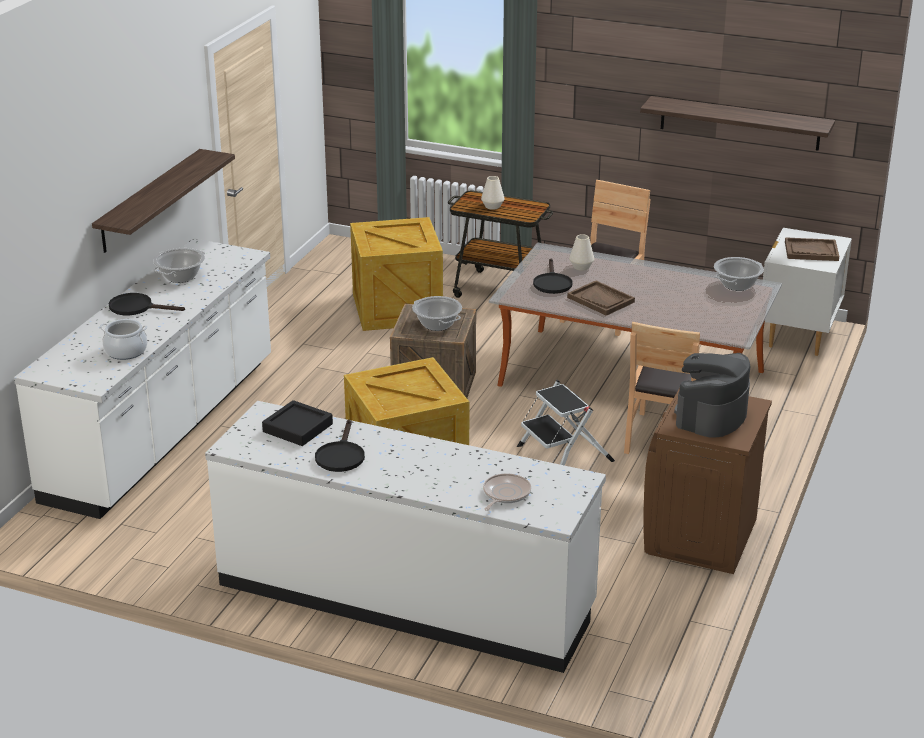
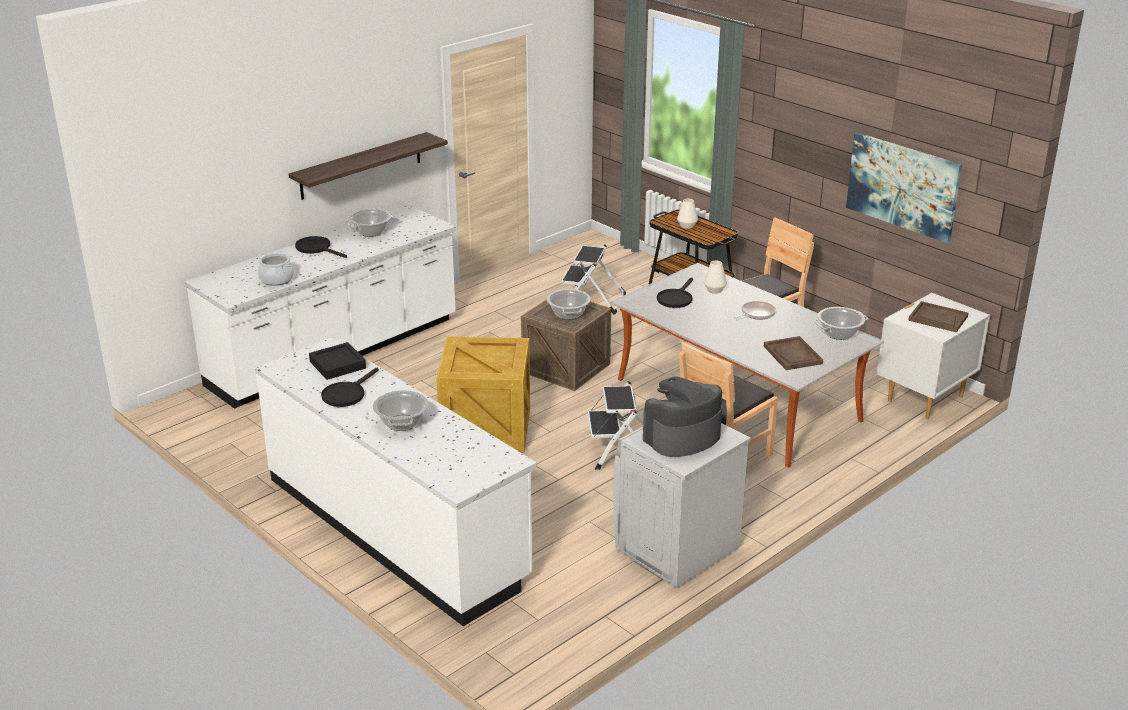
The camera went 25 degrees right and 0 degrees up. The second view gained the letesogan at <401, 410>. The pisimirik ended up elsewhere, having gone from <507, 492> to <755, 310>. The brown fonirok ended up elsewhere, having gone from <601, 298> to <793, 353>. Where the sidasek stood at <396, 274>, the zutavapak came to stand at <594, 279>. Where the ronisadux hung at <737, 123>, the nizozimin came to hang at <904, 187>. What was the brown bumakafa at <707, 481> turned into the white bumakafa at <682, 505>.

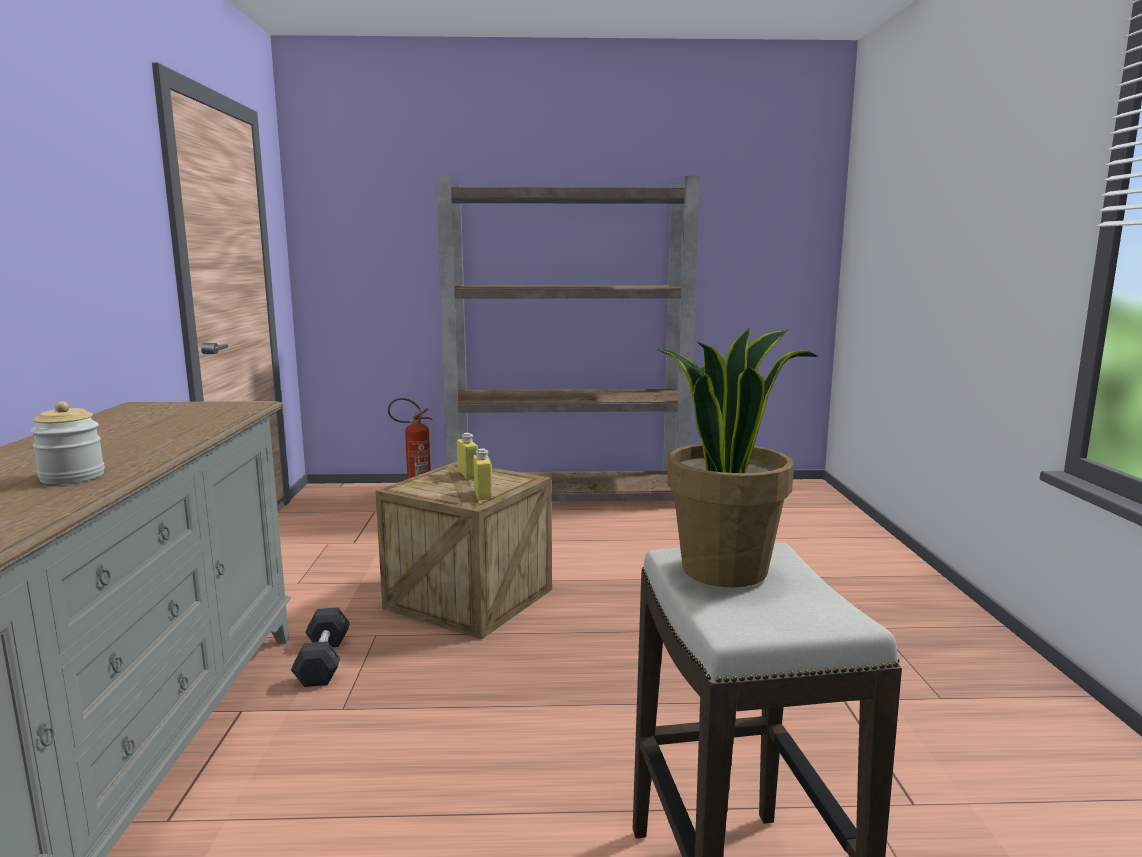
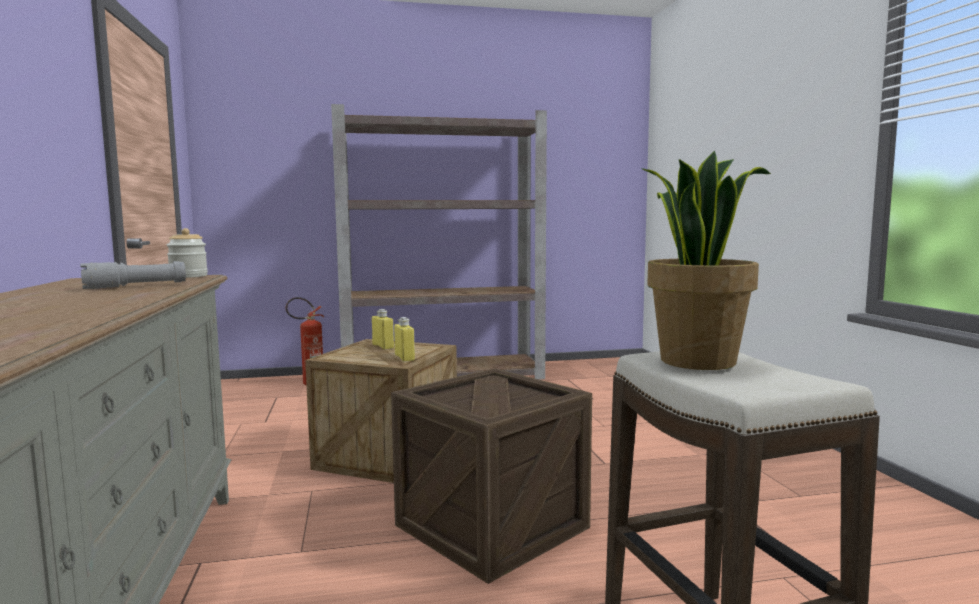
The camera went 10 degrees left and 5 degrees down. The second view lost the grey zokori at <320, 647>. The second view gained the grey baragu at <133, 275>. The second view gained the sidasek at <491, 476>. The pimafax ended up elsewhere, having gone from <67, 442> to <187, 253>.

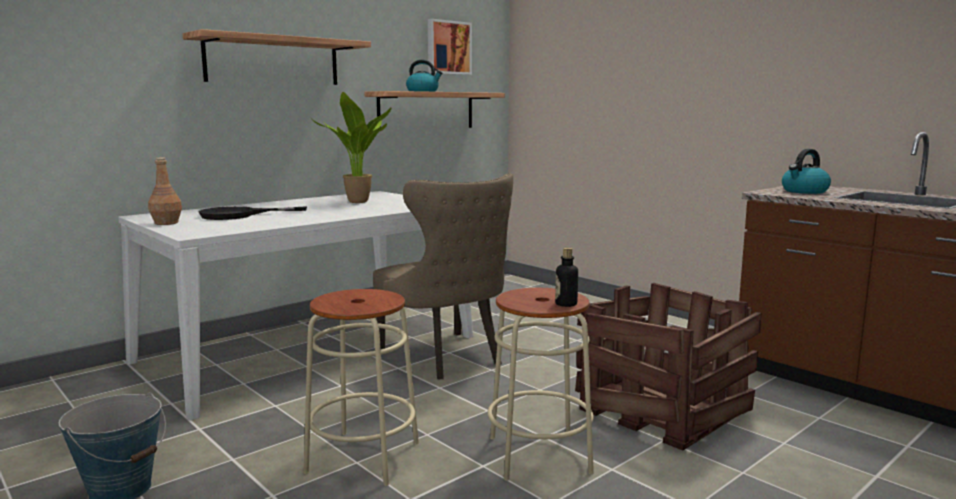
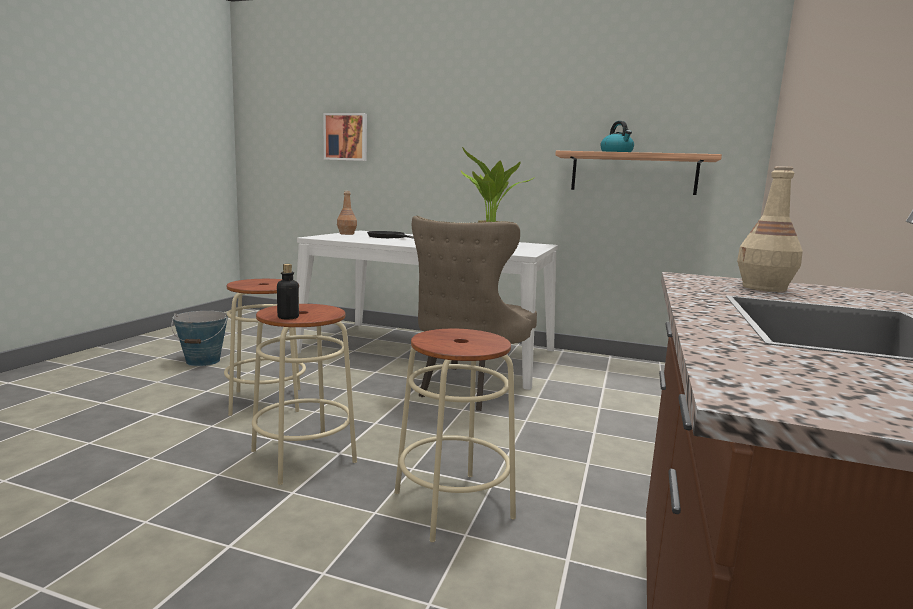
The camera went 60 degrees right and 0 degrees up. The second view lost the ronisadux at <277, 57>. The nizozimin ended up elsewhere, having gone from <450, 47> to <345, 137>. Where the sidasek stood at <668, 367>, the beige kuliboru came to stand at <455, 435>. Where the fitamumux stood at <806, 171>, the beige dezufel came to stand at <770, 229>.

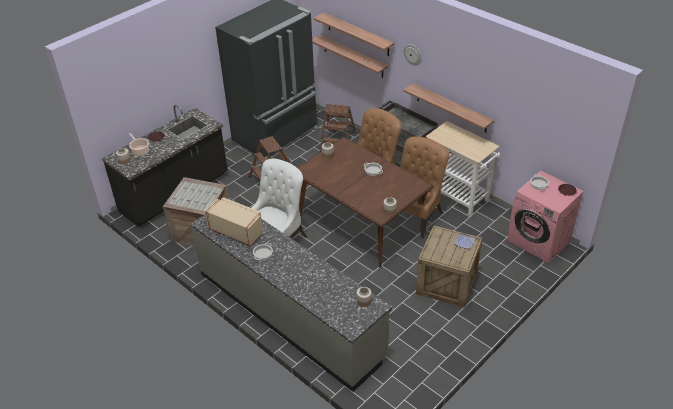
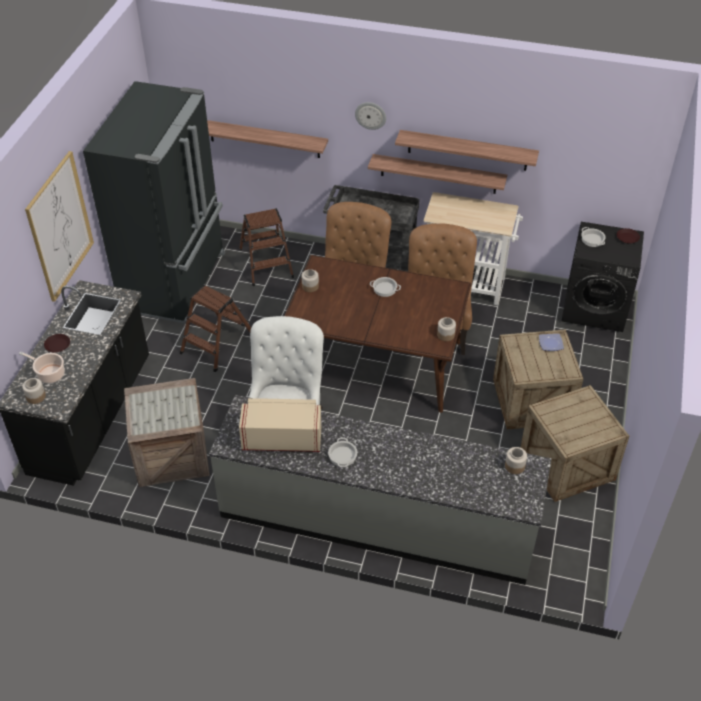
The camera went 30 degrees left and 5 degrees up. The second view gained the nizozimin at <59, 226>. The second view gained the sidasek at <574, 443>. The ronisadux ended up elsewhere, having gone from <354, 34> to <467, 150>. What was the pink bumakafa at <546, 217> turned into the black bumakafa at <603, 277>.

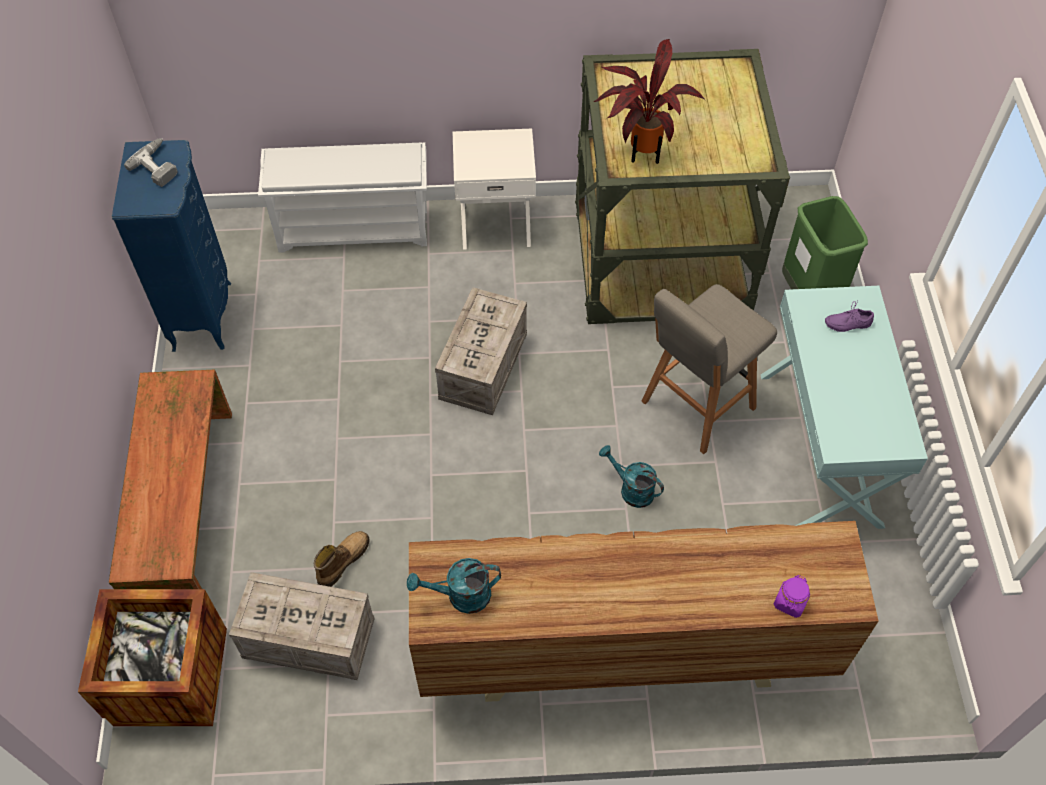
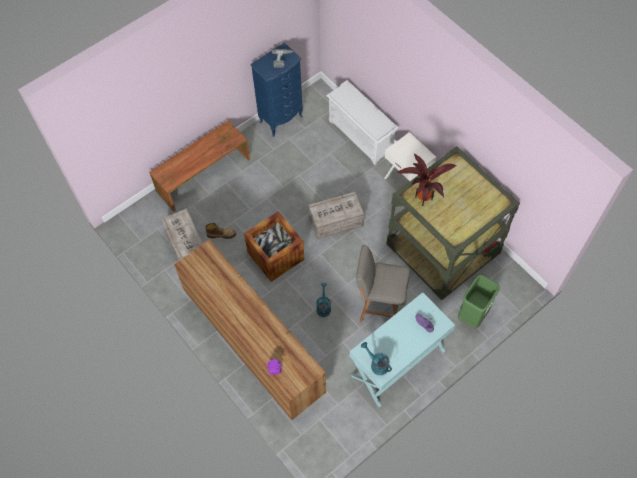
The camera went 55 degrees right and 5 degrees up. The sidasek ended up elsewhere, having gone from <152, 657> to <274, 246>. The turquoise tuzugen ended up elsewhere, having gone from <454, 586> to <376, 358>.

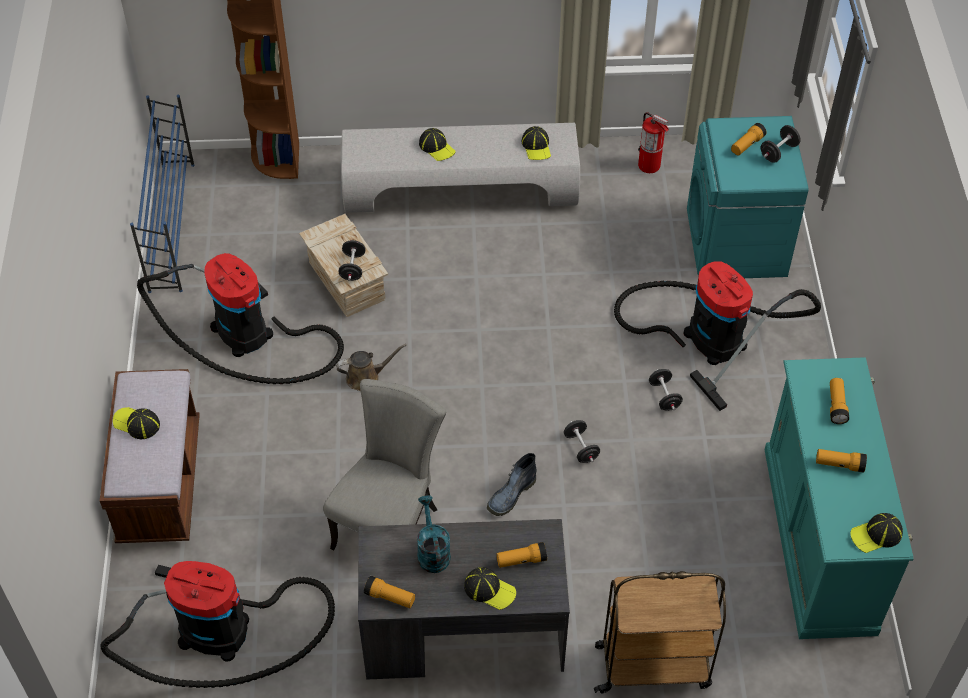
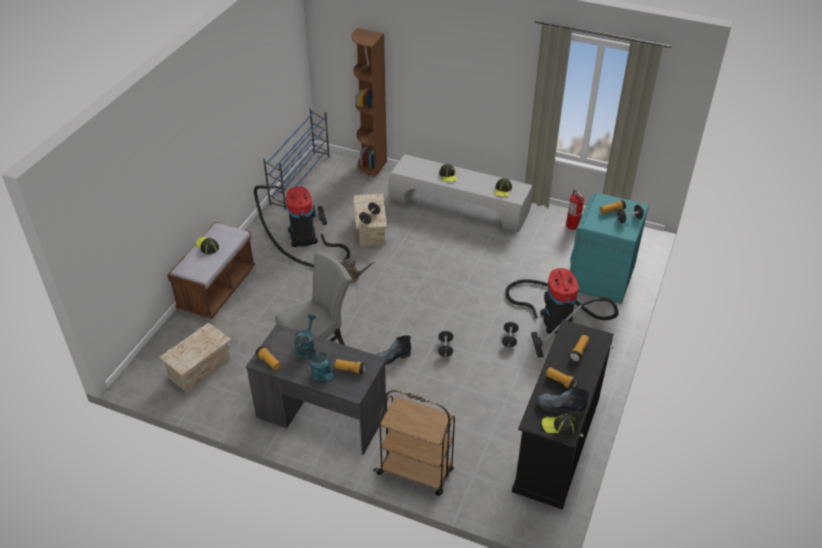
The camera went 25 degrees right and 10 degrees down. The second view gained the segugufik at <563, 401>. Where the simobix stood at <217, 624>, the sidasek came to stand at <195, 357>. Where the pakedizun stood at <490, 588>, the turquoise tuzugen came to stand at <322, 365>. What was the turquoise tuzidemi at <838, 498> turned into the black tuzidemi at <563, 414>.

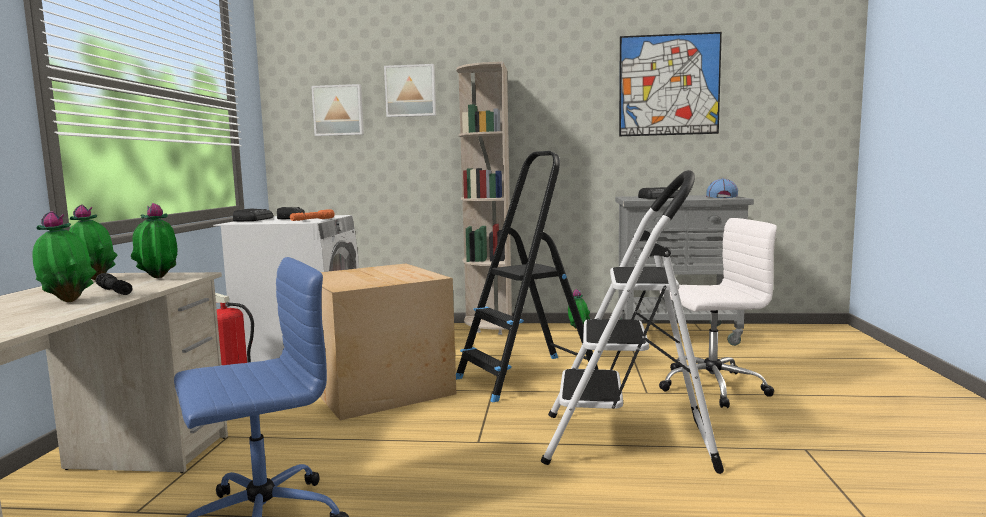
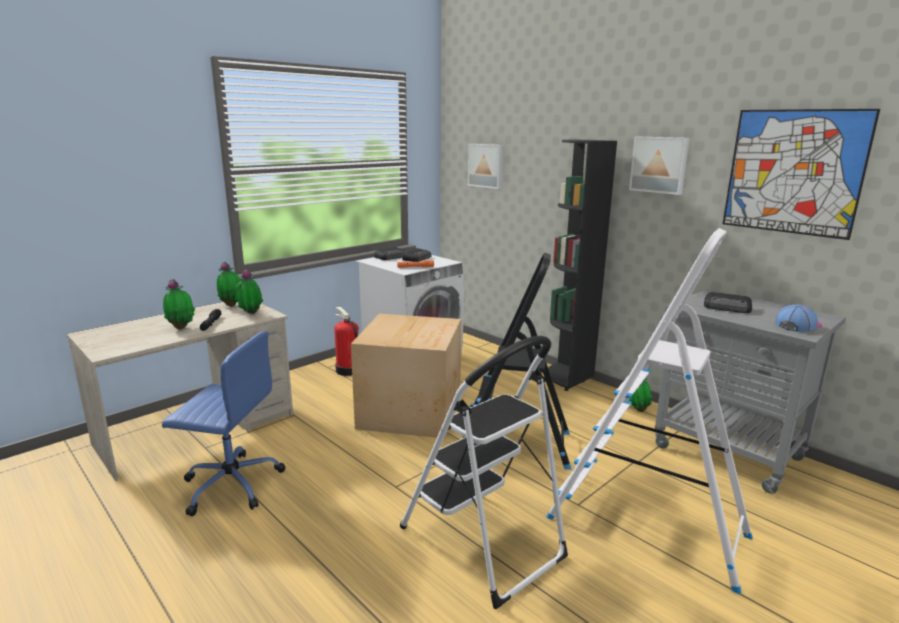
The camera went 40 degrees right and 10 degrees up. The nizozimin ended up elsewhere, having gone from <410, 90> to <659, 166>. Where the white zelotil stood at <718, 313>, the white zutavapak came to stand at <649, 411>. What was the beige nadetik at <484, 198> turned into the black nadetik at <582, 265>.

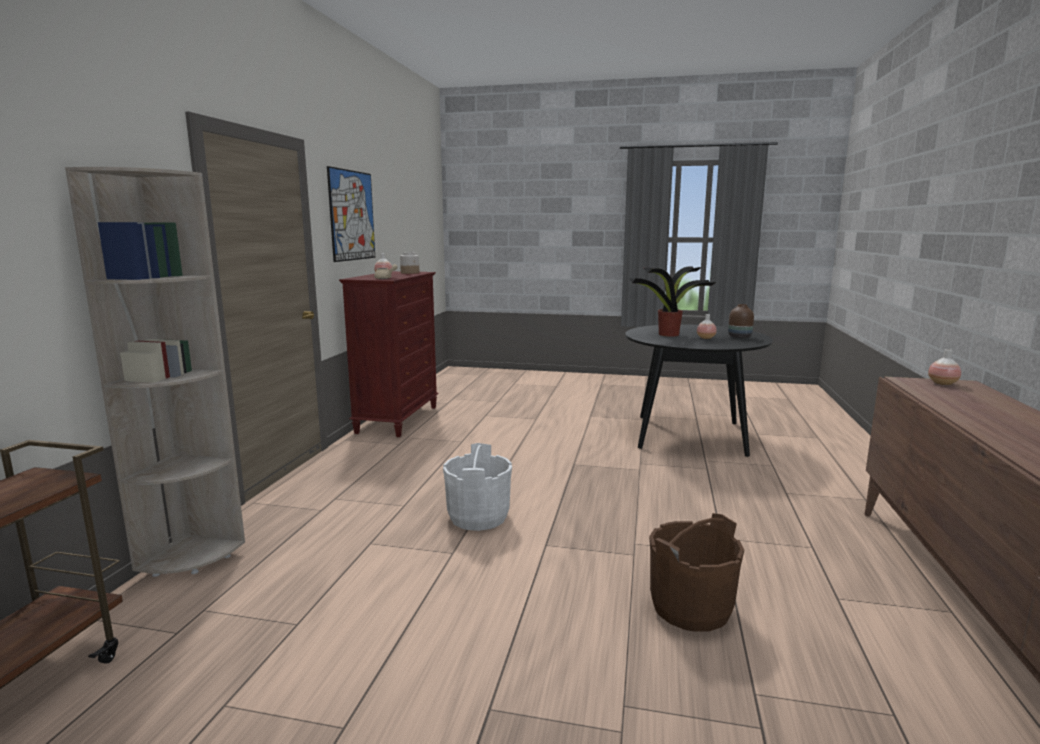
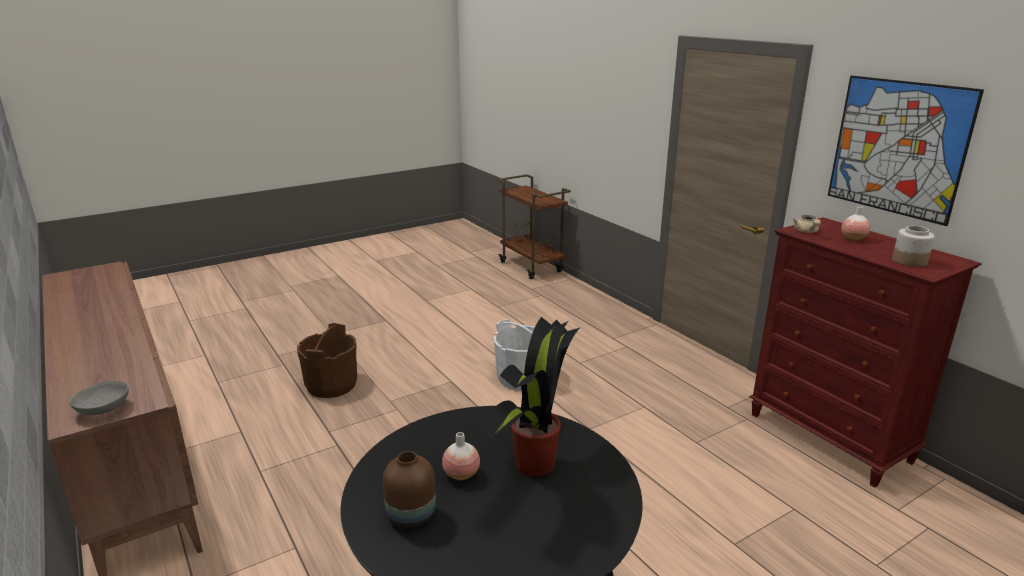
The camera went 135 degrees right and 10 degrees up. The second view lost the beige nadetik at <155, 372>. Where the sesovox stood at <944, 367>, the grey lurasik came to stand at <99, 398>.

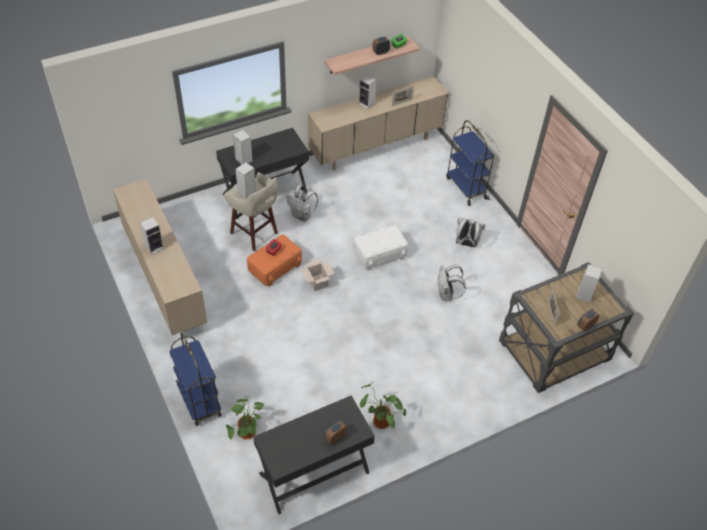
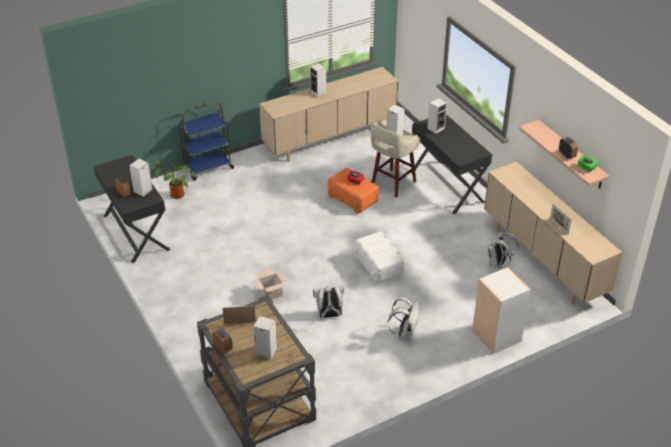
The camera went 90 degrees right and 10 degrees down. The second view lost the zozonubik at <383, 406>. The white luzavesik ended up elsewhere, having gone from <302, 203> to <503, 250>. The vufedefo ended up elsewhere, having gone from <317, 275> to <270, 284>. The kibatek ended up elsewhere, having gone from <367, 91> to <141, 178>. Where the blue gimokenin stood at <470, 163>, the nadetik came to stand at <501, 310>.

